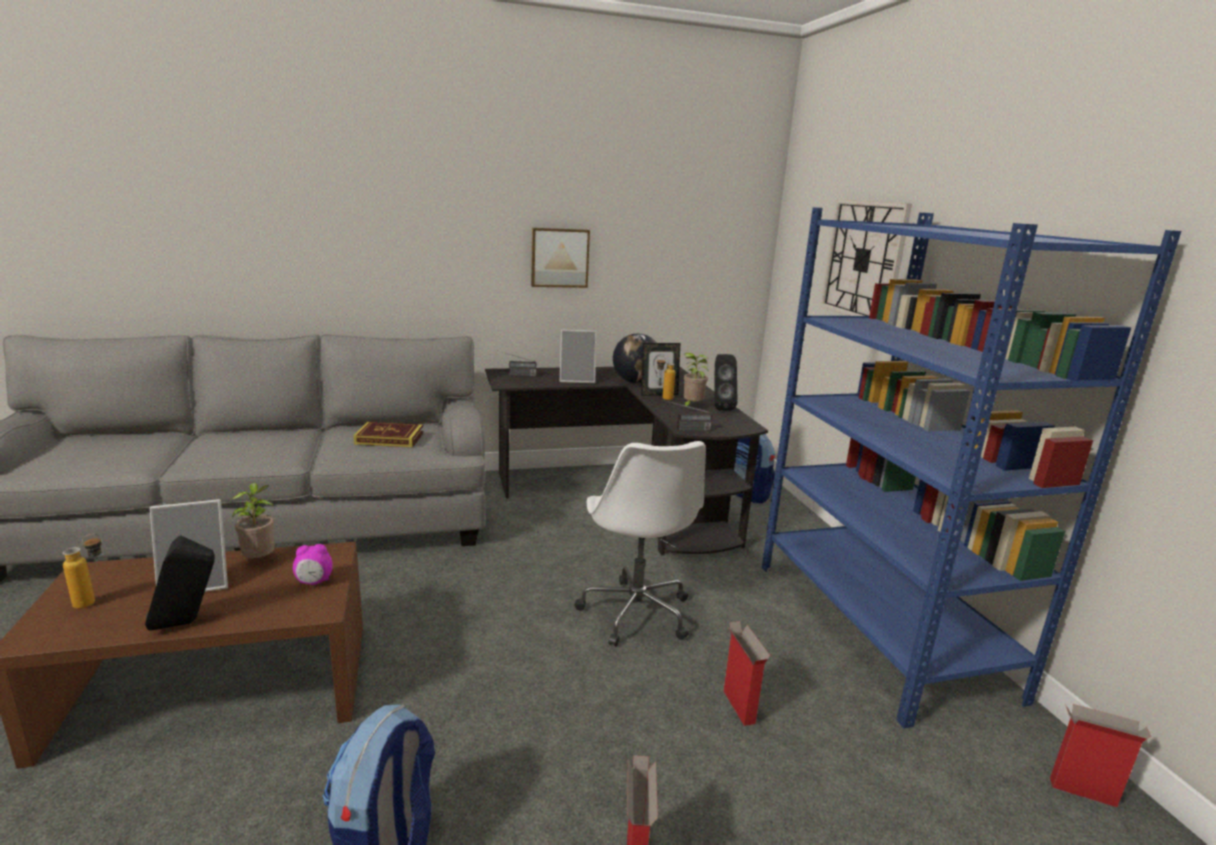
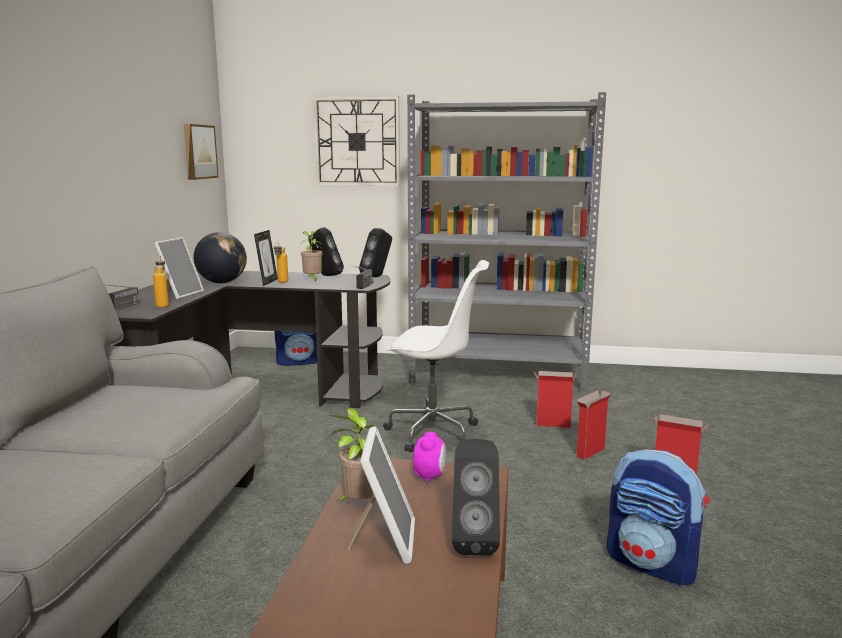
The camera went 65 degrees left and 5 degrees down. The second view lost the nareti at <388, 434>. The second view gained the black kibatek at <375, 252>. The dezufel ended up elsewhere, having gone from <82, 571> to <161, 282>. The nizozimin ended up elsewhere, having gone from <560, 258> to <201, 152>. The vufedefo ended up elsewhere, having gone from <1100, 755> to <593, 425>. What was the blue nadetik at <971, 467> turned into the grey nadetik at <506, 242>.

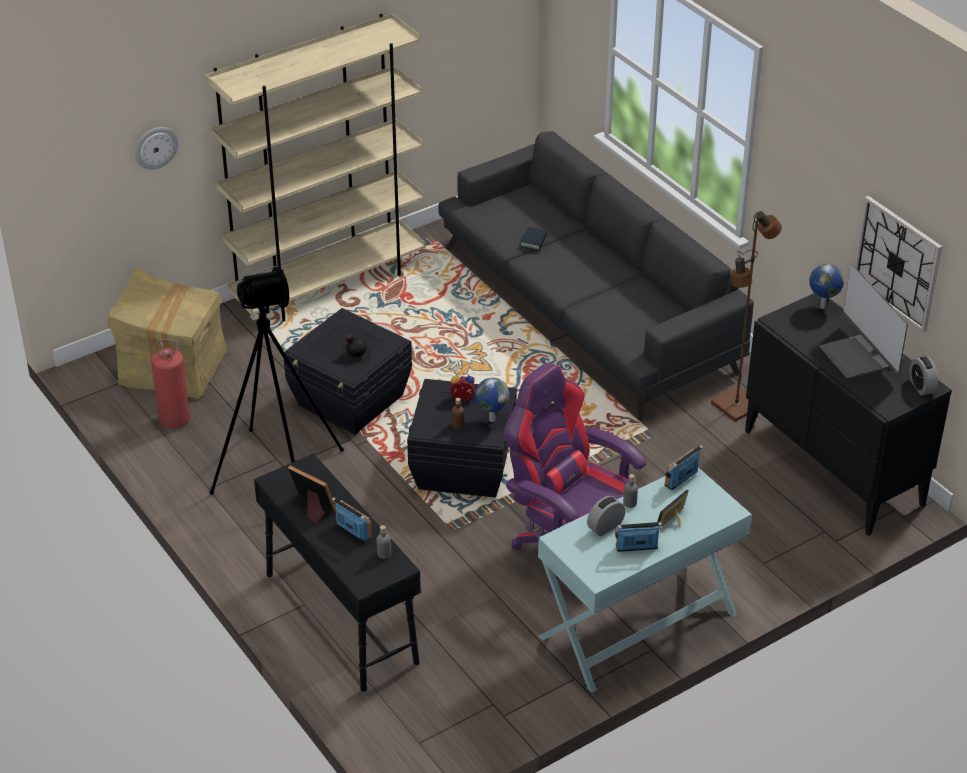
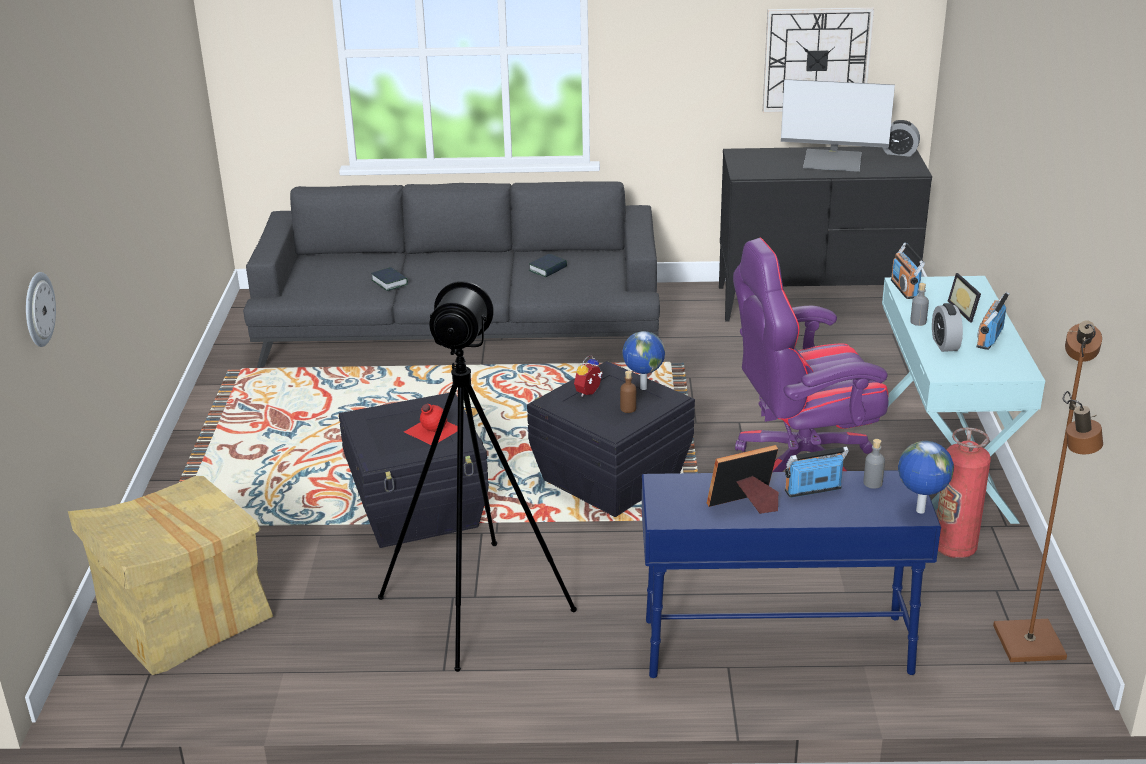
The camera went 55 degrees left and 10 degrees down. The second view lost the beige nadetik at <315, 167>. The second view gained the nareti at <548, 265>. The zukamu ended up elsewhere, having gone from <170, 383> to <964, 492>. The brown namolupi ended up elsewhere, having gone from <746, 316> to <1048, 491>. The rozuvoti ended up elsewhere, having gone from <826, 286> to <926, 477>. What was the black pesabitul at <337, 572> turned into the blue pesabitul at <791, 574>. What was the black dezufel at <355, 349> turned into the red dezufel at <431, 424>.

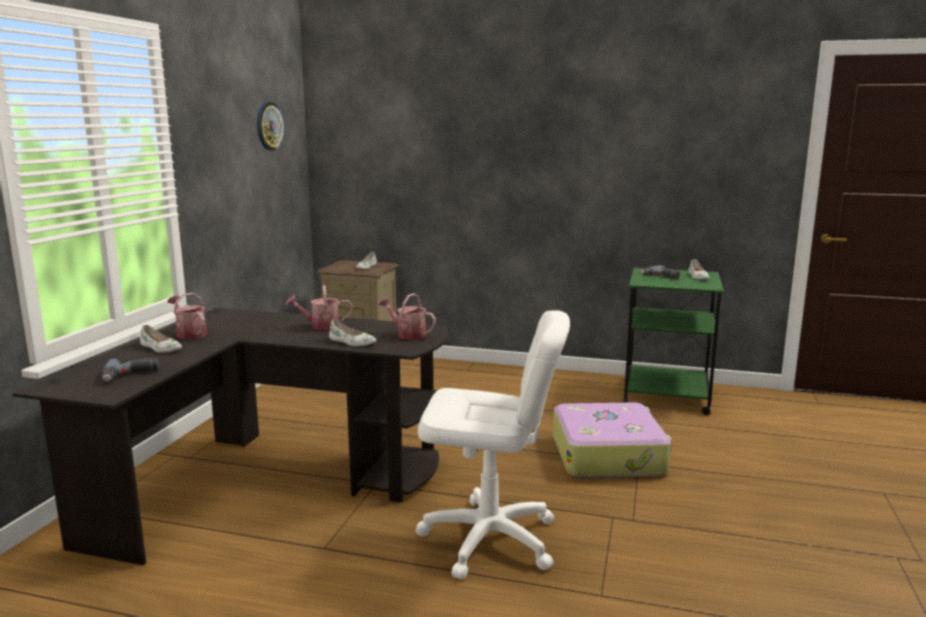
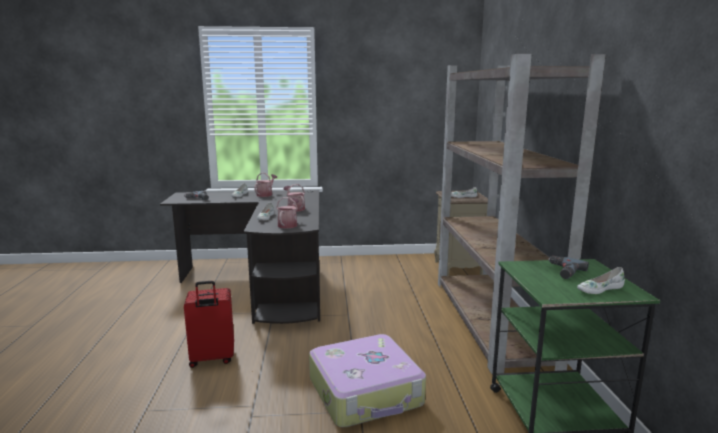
The camera went 70 degrees right and 0 degrees up. The second view lost the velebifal at <270, 126>. The second view gained the brown nadetik at <522, 214>. Where the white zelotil stood at <493, 444>, the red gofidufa came to stand at <209, 324>.

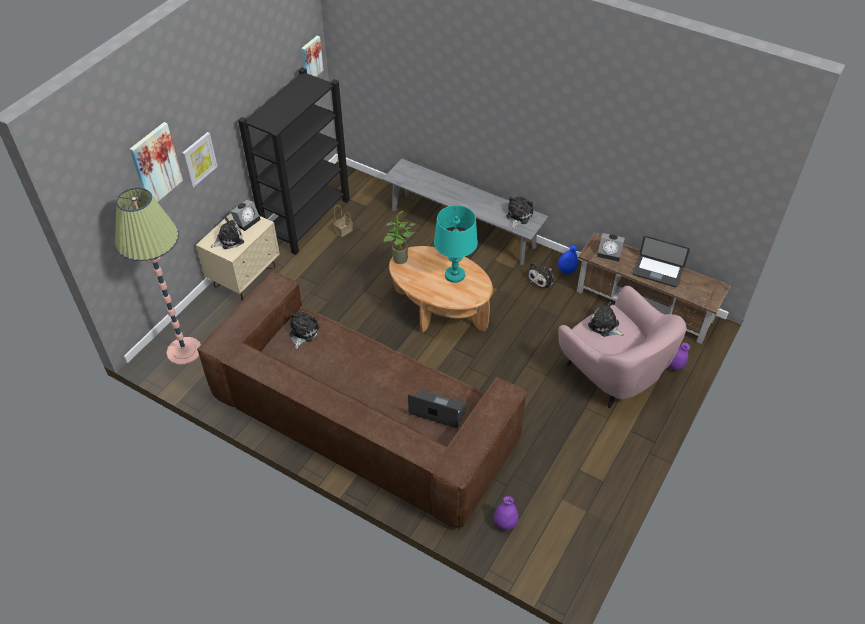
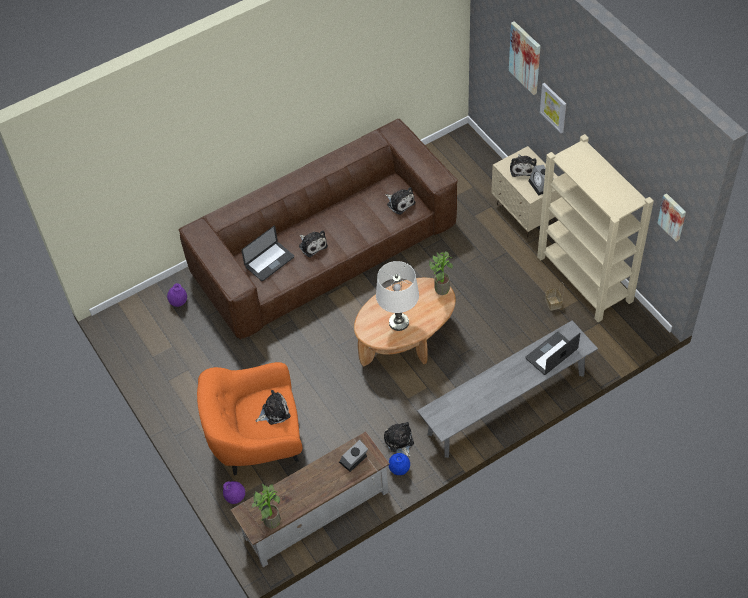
The camera went 120 degrees right and 5 degrees up. The second view lost the namolupi at <158, 276>. The second view gained the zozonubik at <266, 506>. The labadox ended up elsewhere, having gone from <519, 213> to <313, 243>. The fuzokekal ended up elsewhere, having gone from <661, 261> to <552, 353>. What was the black nadetik at <294, 161> turned into the beige nadetik at <595, 228>. What was the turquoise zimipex at <456, 244> turned into the white zimipex at <397, 296>. What was the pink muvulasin at <622, 347> turned into the orange muvulasin at <249, 418>.

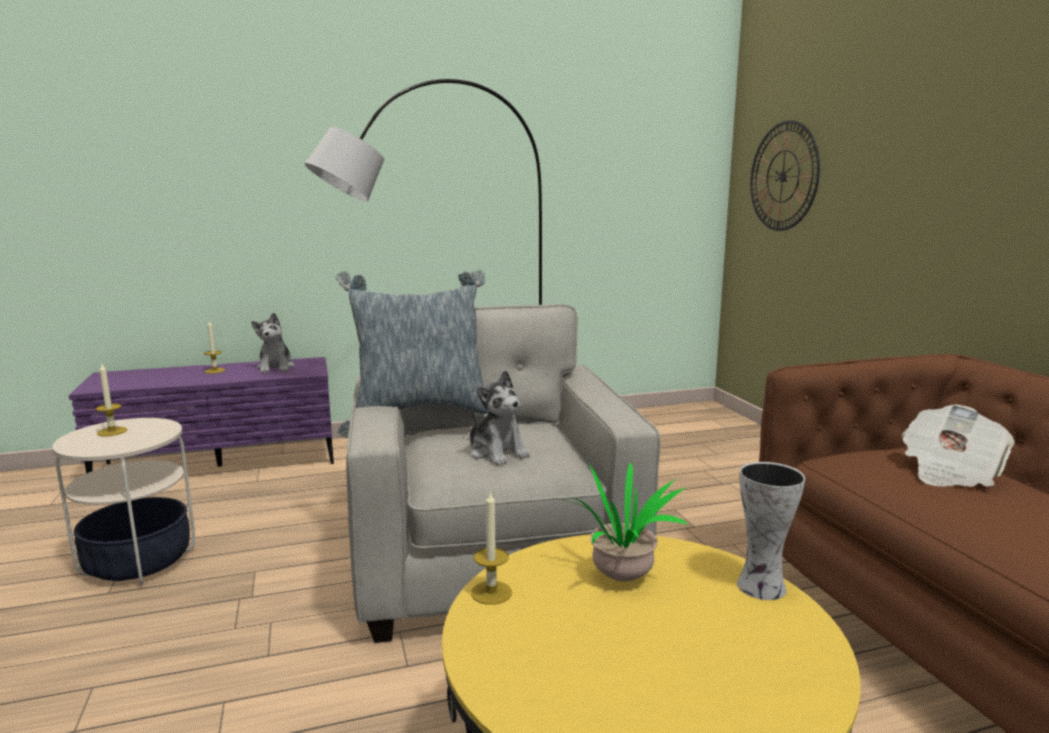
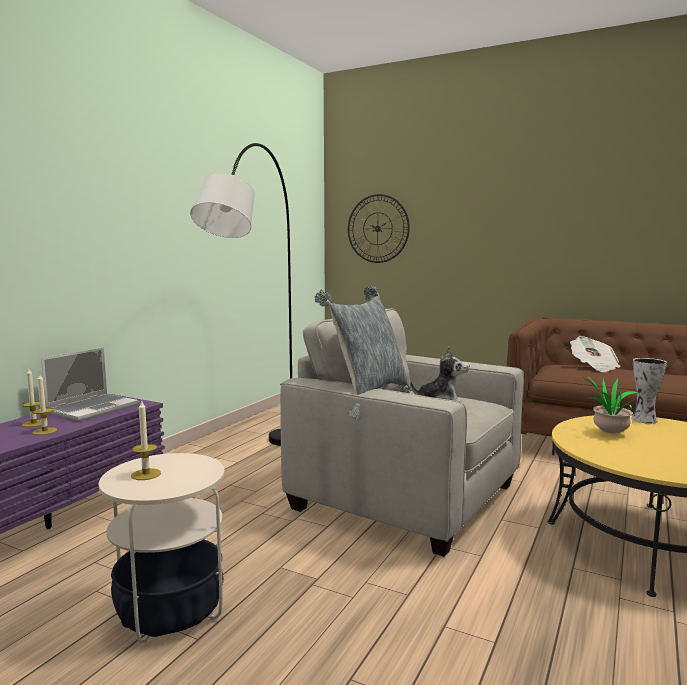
The camera went 45 degrees left and 5 degrees down. The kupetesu ended up elsewhere, having gone from <491, 548> to <44, 404>. Where the labadox stood at <273, 343>, the fuzokekal came to stand at <90, 384>.

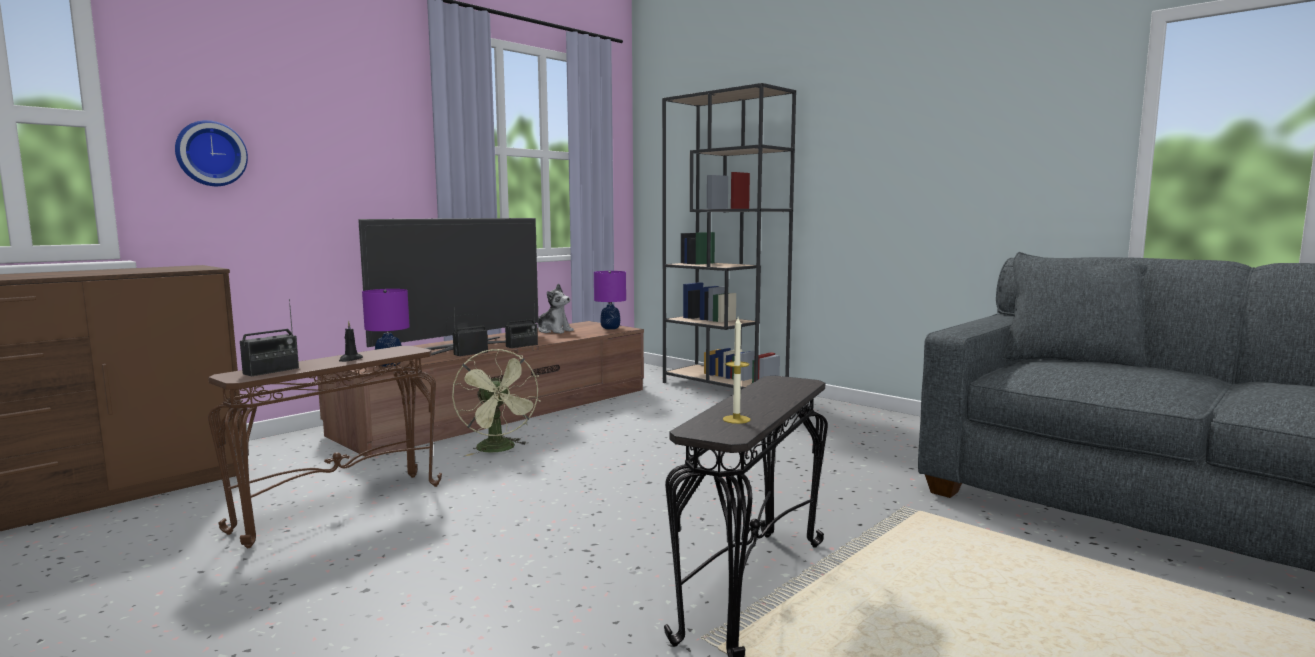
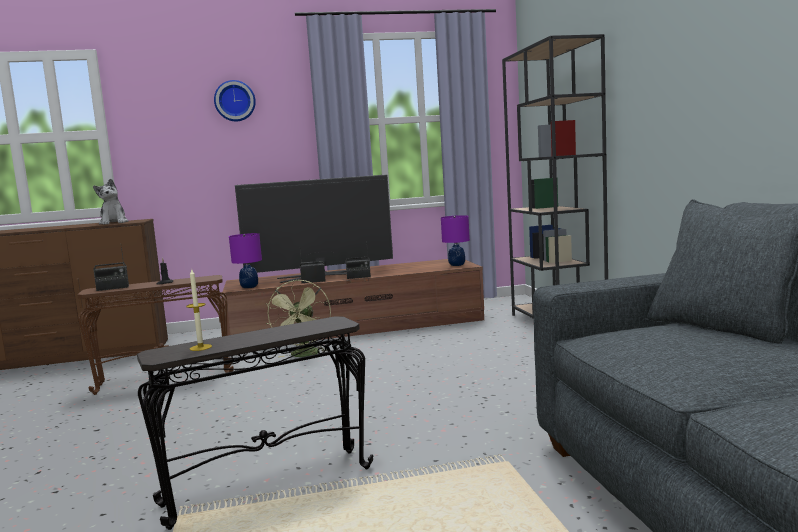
The camera went 35 degrees right and 0 degrees up. The velebifal ended up elsewhere, having gone from <211, 153> to <235, 100>. The labadox ended up elsewhere, having gone from <555, 308> to <111, 202>.

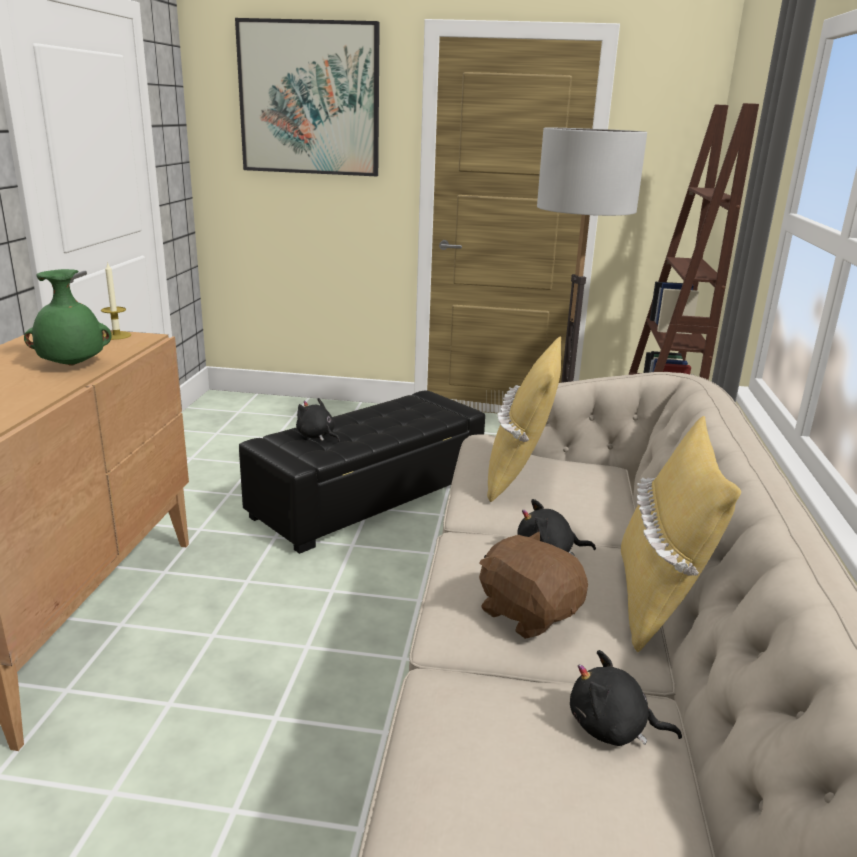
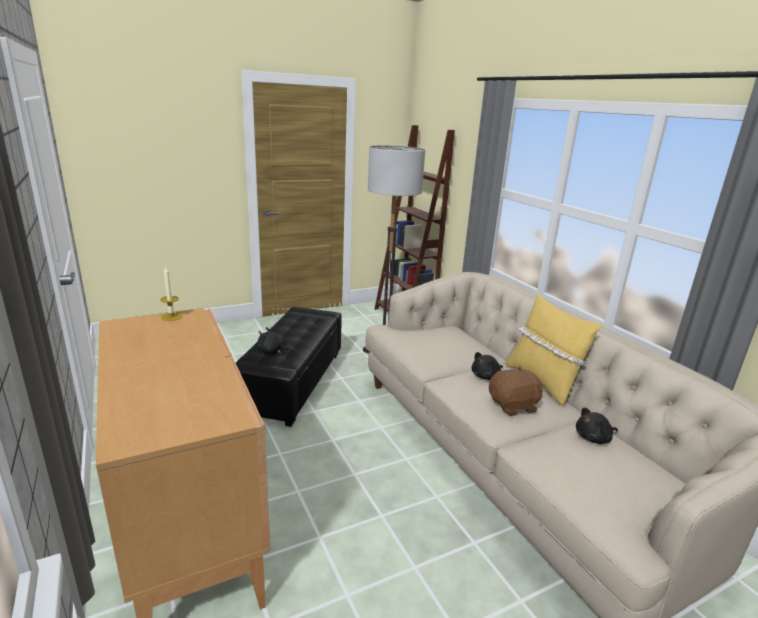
The camera went 35 degrees left and 0 degrees up. The second view lost the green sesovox at <68, 317>. The second view lost the nizozimin at <307, 97>. The second view lost the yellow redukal at <524, 419>. The brown labadox at <533, 585> ended up facing another way, 150 degrees clockwise from before.

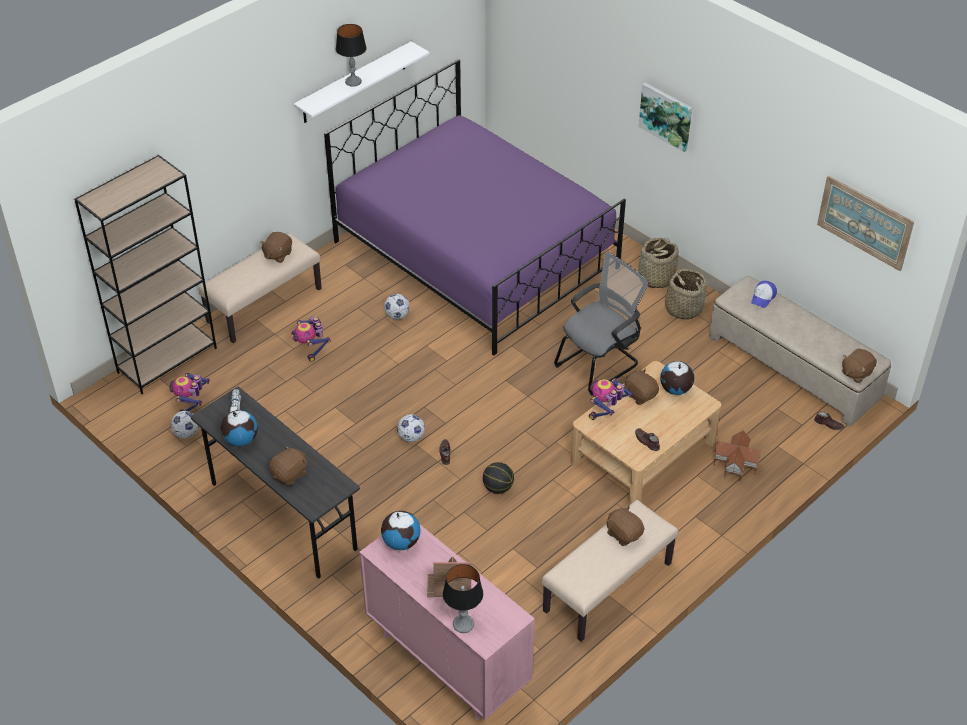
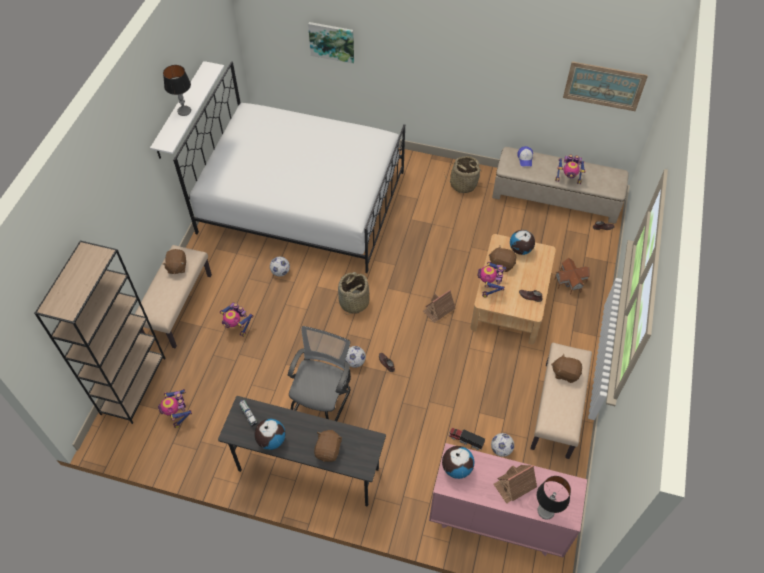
The camera went 30 degrees left and 10 degrees up. The second view lost the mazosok at <498, 478>. The second view lost the brown labadox at <859, 365>. The second view gained the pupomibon at <439, 306>. The second view gained the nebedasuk at <466, 439>. The second view gained the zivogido at <570, 169>. The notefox ended up elsewhere, having gone from <185, 424> to <502, 445>. The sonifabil ended up elsewhere, having gone from <601, 323> to <319, 373>. The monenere ended up elsewhere, having gone from <658, 263> to <353, 293>. The nizozimin ended up elsewhere, having gone from <665, 117> to <331, 43>. What was the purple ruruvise at <475, 207> turned into the white ruruvise at <289, 167>.

